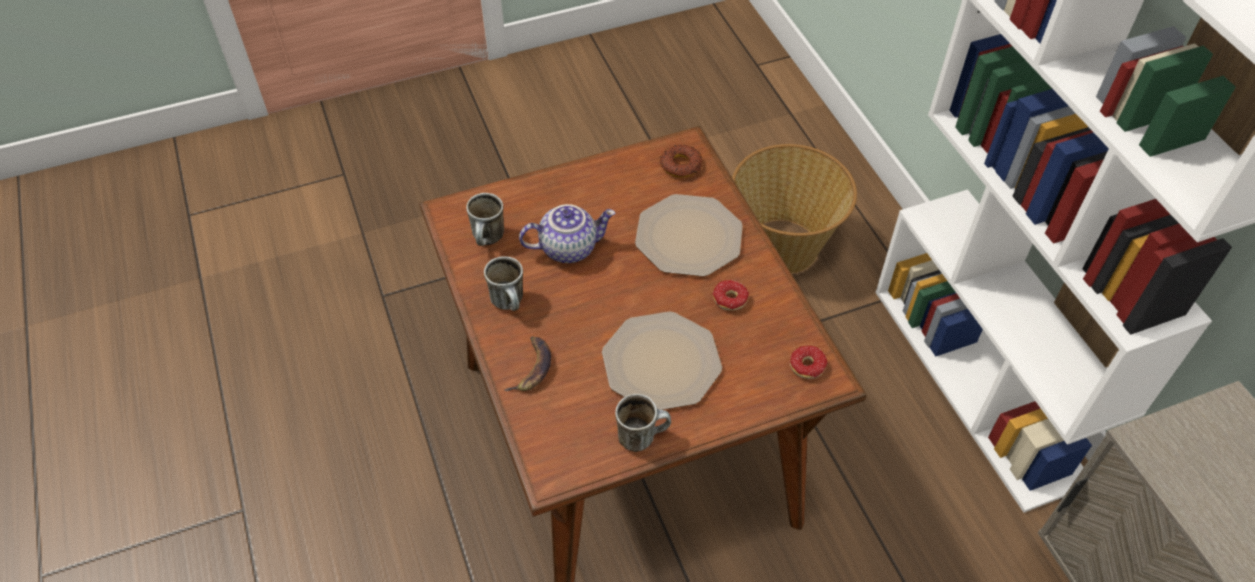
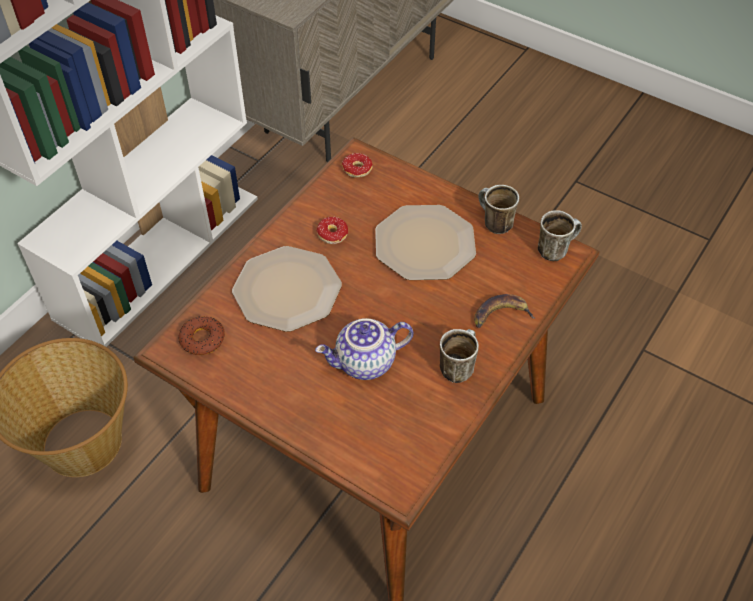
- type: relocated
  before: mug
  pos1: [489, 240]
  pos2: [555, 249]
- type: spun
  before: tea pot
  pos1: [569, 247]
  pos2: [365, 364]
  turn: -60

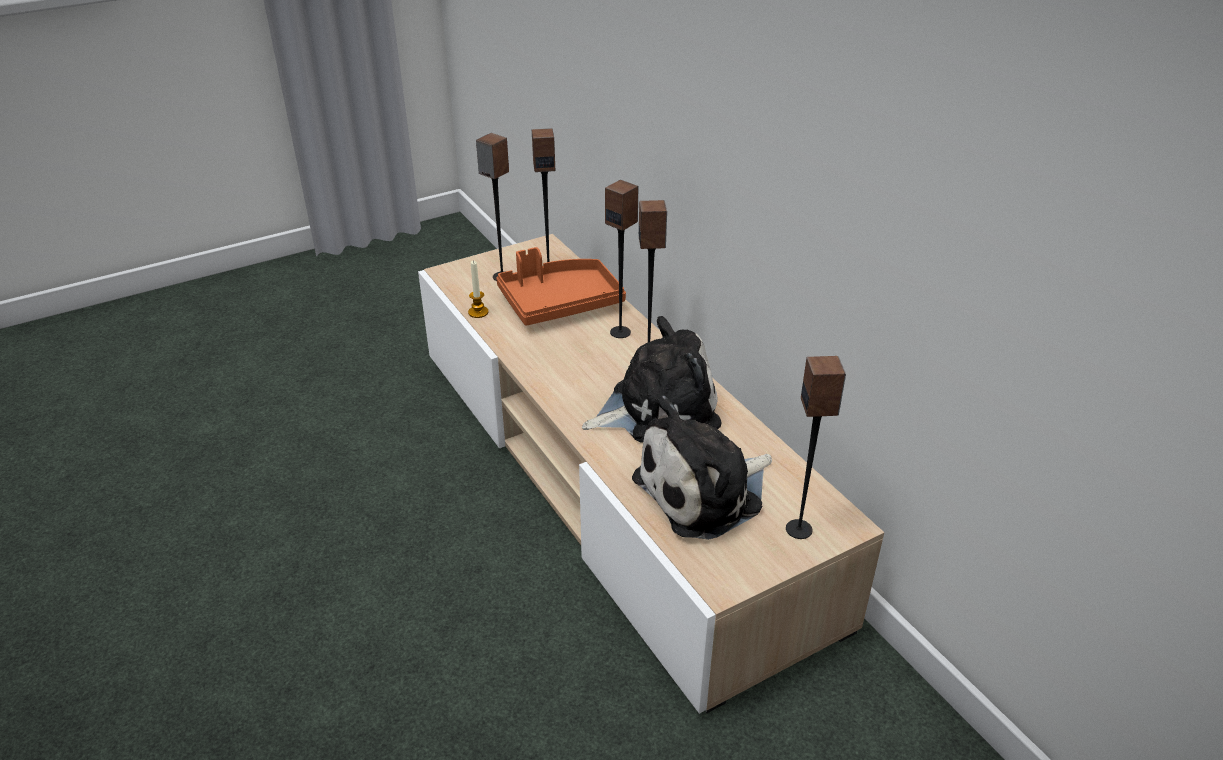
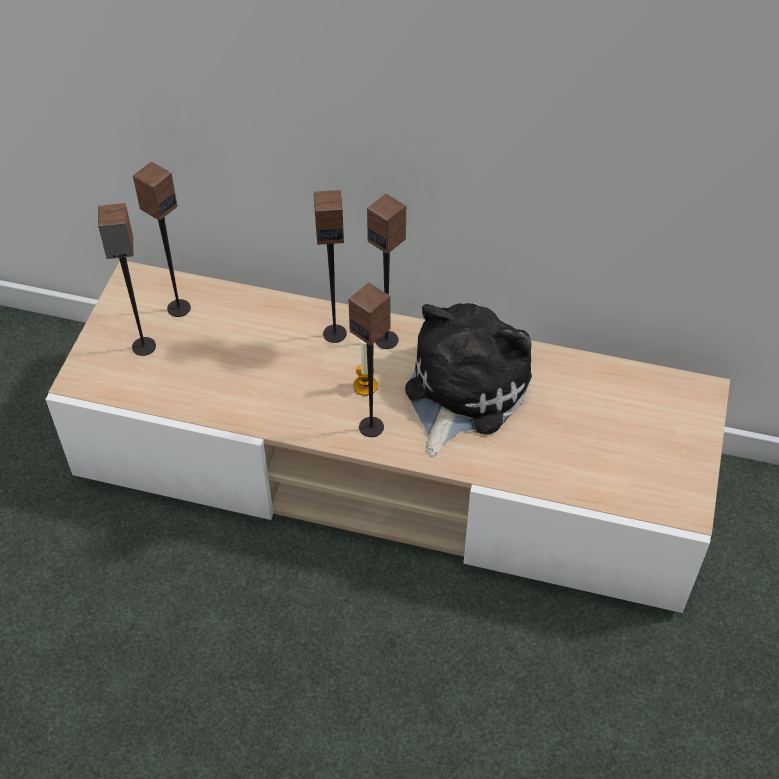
- type: relocated
  before: candle
  pos1: [478, 312]
  pos2: [365, 386]
- type: missing
  before: orange-coloured carrying tray
  pos1: [559, 303]
- type: missing
  before: soft toy
  pos1: [705, 492]
- type: relocated
  before: audio speaker
  pos1: [799, 529]
  pos2: [372, 426]

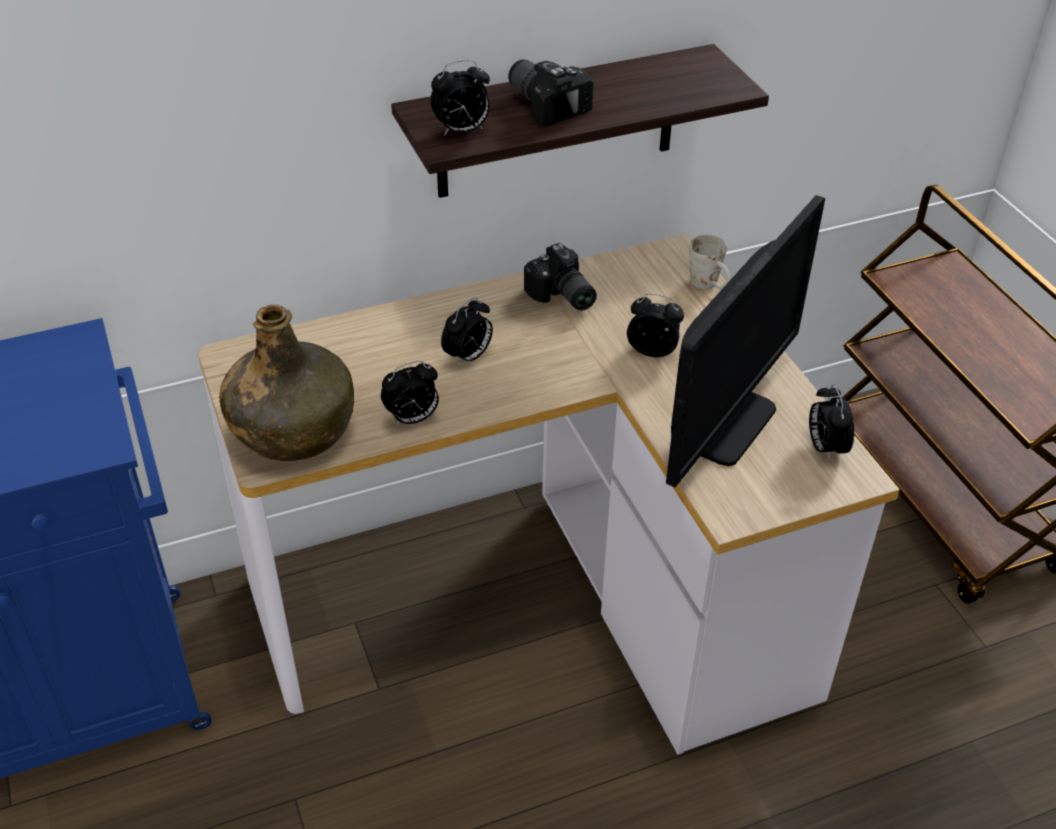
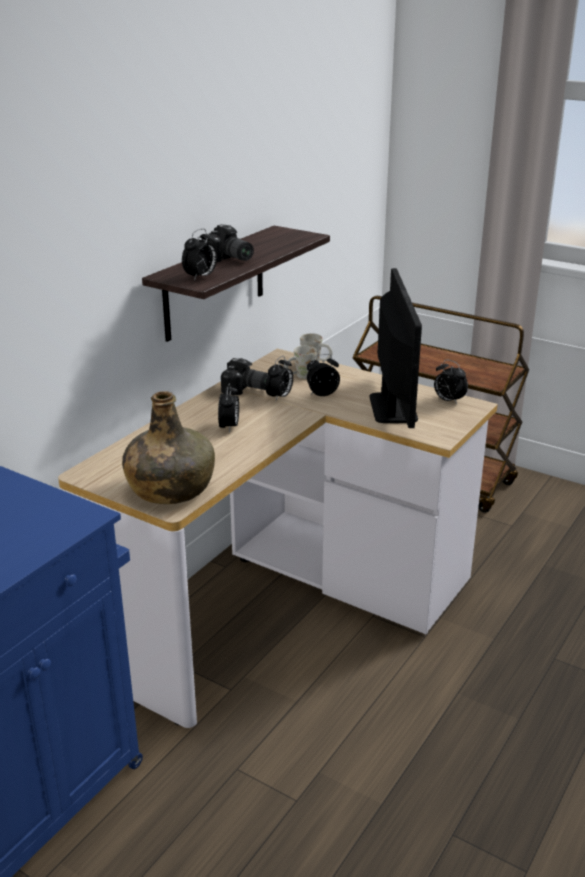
- type: relocated
  before: alarm clock
  pos1: [412, 419]
  pos2: [279, 397]
- type: spun
  before: still camera
  pos1: [548, 103]
  pos2: [228, 259]
  turn: -150
- type: appeared
  after: whitish mug
  pos2: [300, 377]

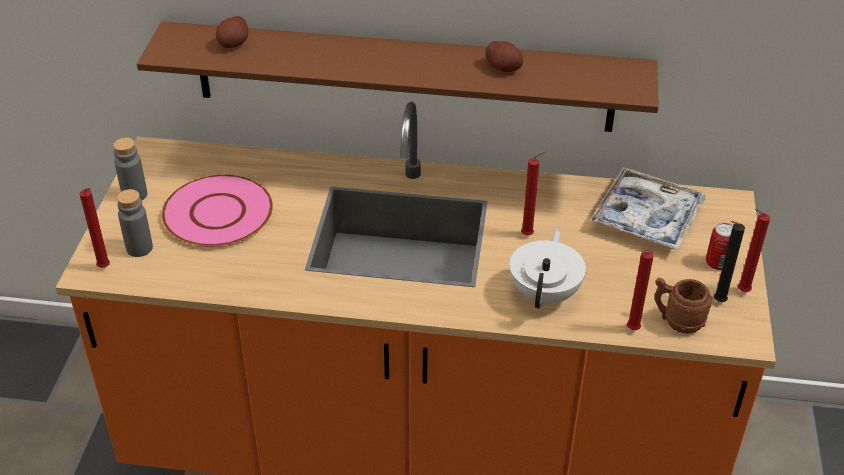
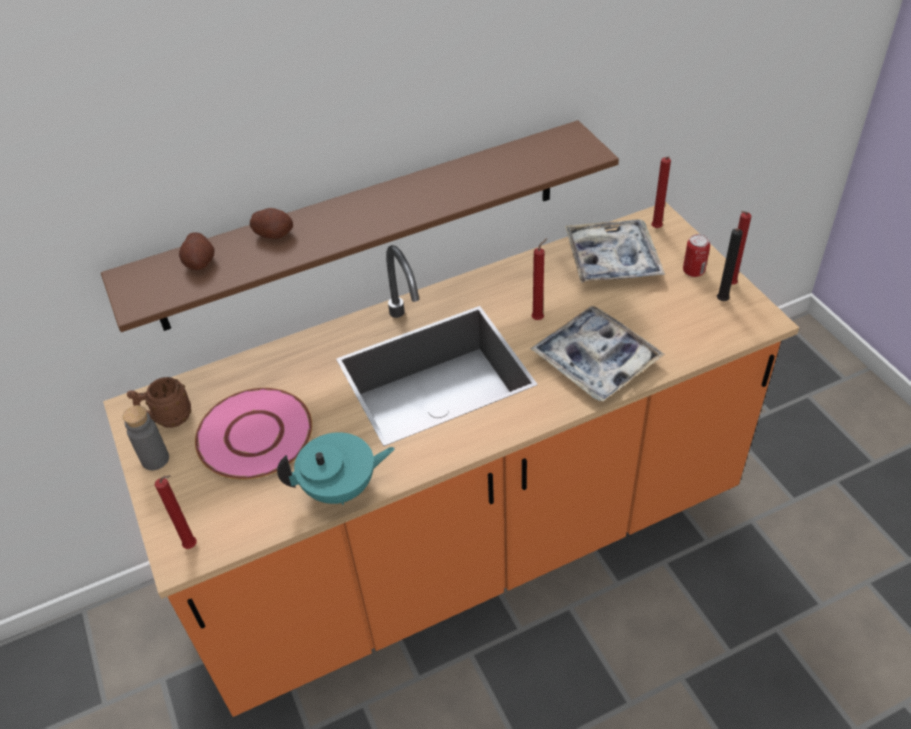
- type: missing
  before: gray drink bottle
  pos1: [139, 248]
- type: relocated
  before: potato
  pos1: [503, 67]
  pos2: [274, 234]
- type: exchanged
  before: whitish tea pot
  after: carrying tray
  pos1: [545, 293]
  pos2: [596, 361]
- type: relocated
  before: red-coloured candle
  pos1: [631, 330]
  pos2: [656, 229]
- type: relocated
  before: brownish mug
  pos1: [676, 321]
  pos2: [167, 418]
- type: appeared
  after: blue-green tea pot
  pos2: [341, 488]

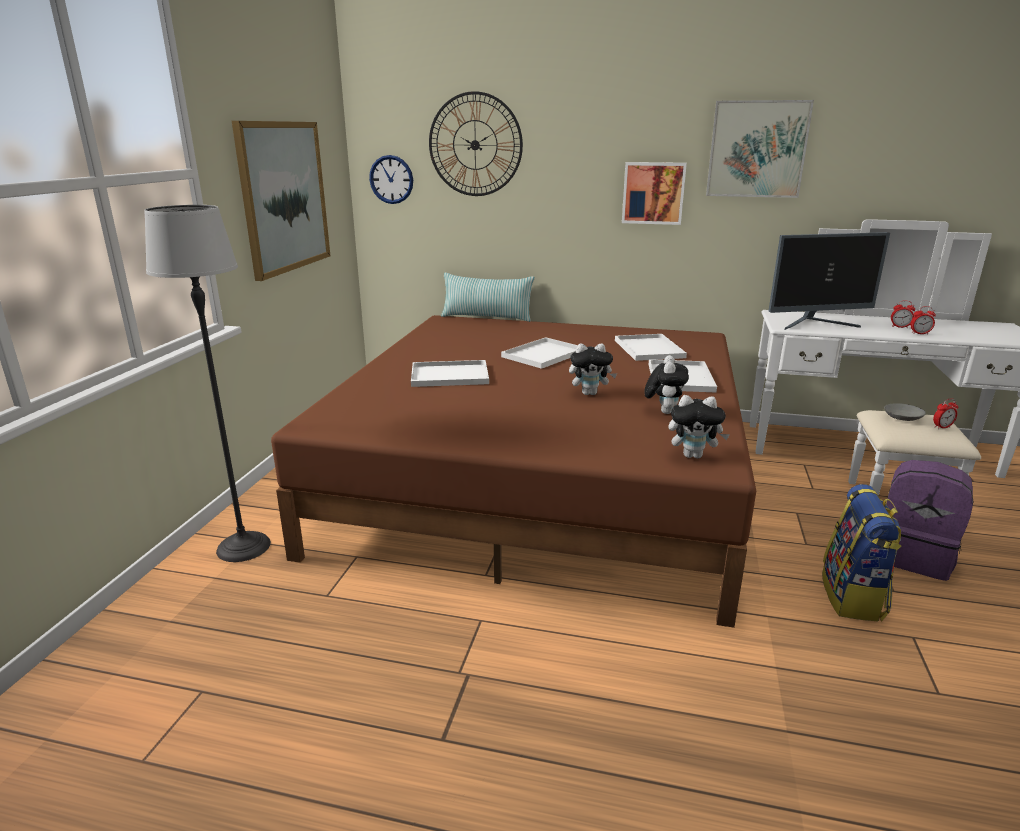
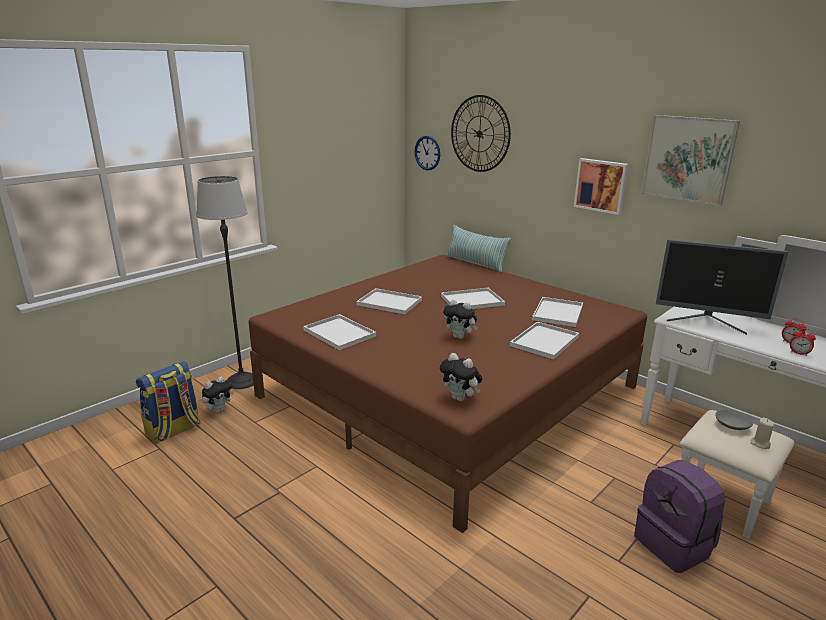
- type: missing
  before: picture
  pos1: [284, 197]
- type: relocated
  before: soft toy
  pos1: [663, 411]
  pos2: [219, 410]
- type: relocated
  before: backpack
  pos1: [853, 597]
  pos2: [173, 431]
- type: exchanged
  before: alarm clock
  after: beige candle
  pos1: [942, 427]
  pos2: [760, 444]
- type: appeared
  after: whitish carrying tray
  pos2: [340, 333]

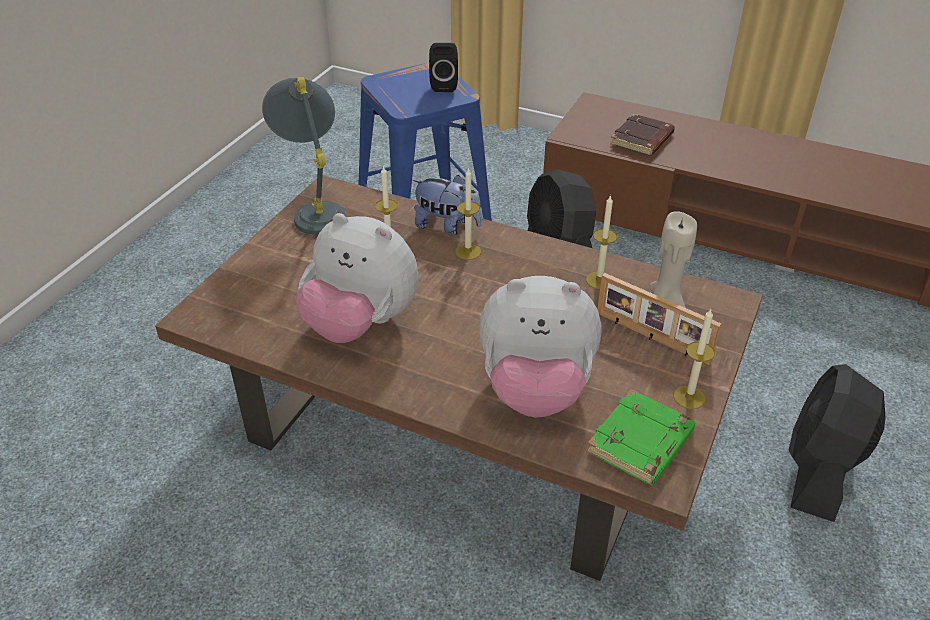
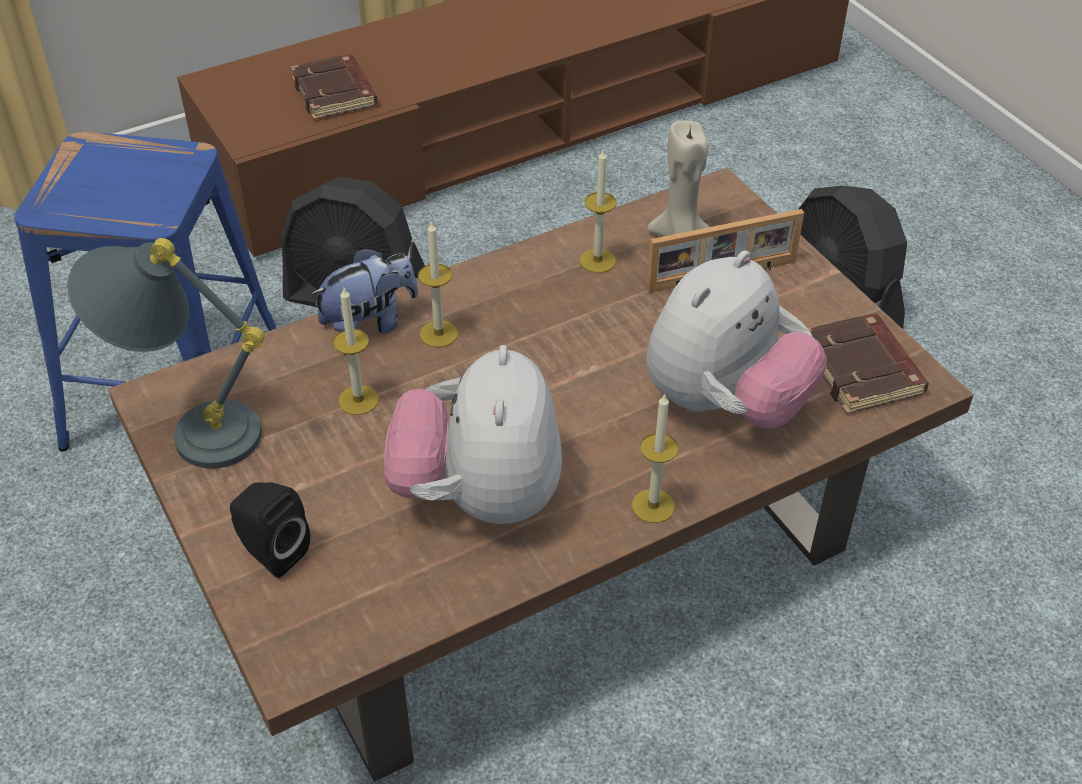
- type: spun
  before: soft toy
  pos1: [360, 324]
  pos2: [479, 496]
  turn: 120
- type: relocated
  before: blackish audio speaker
  pos1: [444, 85]
  pos2: [271, 552]
- type: colour
  before: green-coloured book
  after: brownish book
  pos1: [641, 444]
  pos2: [862, 370]
- type: relocated
  before: candle
  pos1: [689, 397]
  pos2: [653, 506]

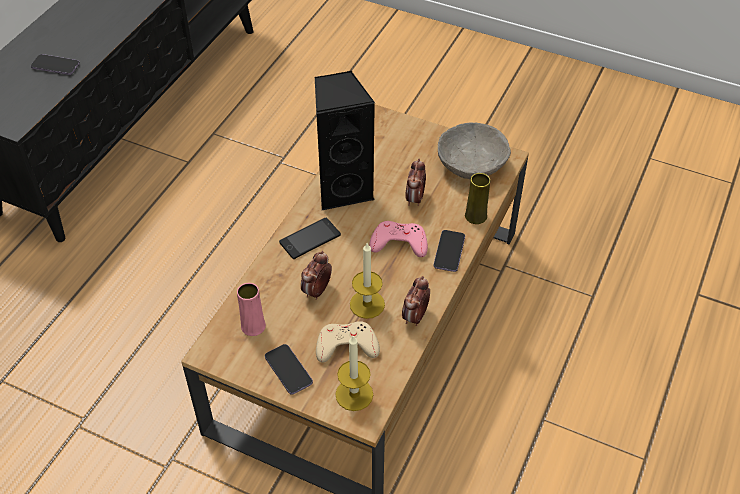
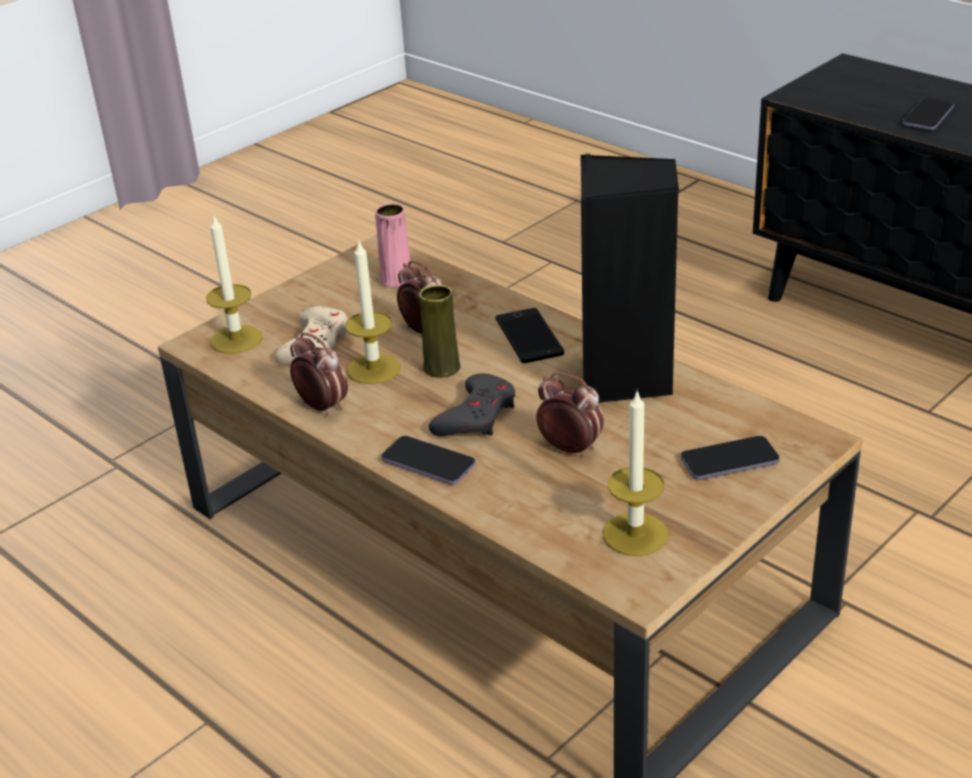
- type: relocated
  before: telephone
  pos1: [288, 370]
  pos2: [729, 461]
- type: colour
  before: pink-coloured joypad
  after: gray joypad
  pos1: [399, 243]
  pos2: [476, 415]
- type: exchanged
  before: gray serving bowl
  after: candle
  pos1: [471, 164]
  pos2: [635, 534]
- type: relocated
  before: yellowish flower vase
  pos1: [476, 216]
  pos2: [441, 368]

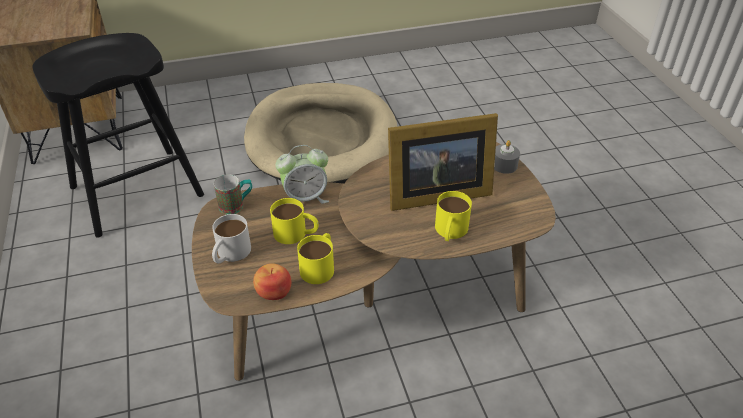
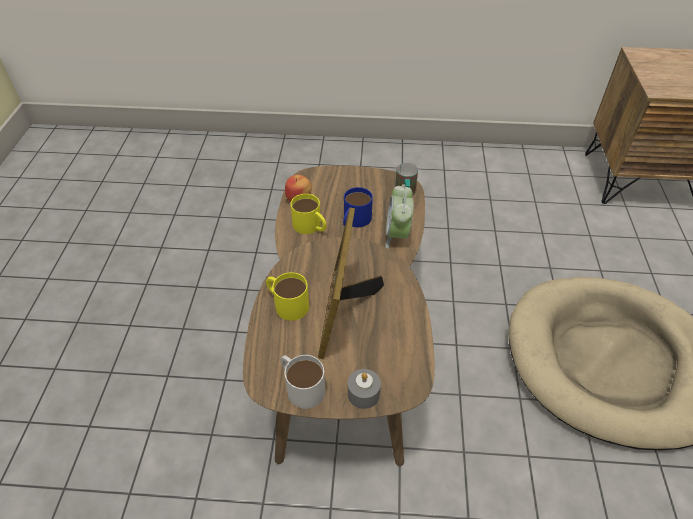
- type: missing
  before: blackish stool
  pos1: [136, 192]
- type: relocated
  before: whitish mug
  pos1: [230, 254]
  pos2: [301, 386]
- type: colour
  before: yellowish mug
  after: blue mug
  pos1: [296, 233]
  pos2: [354, 221]

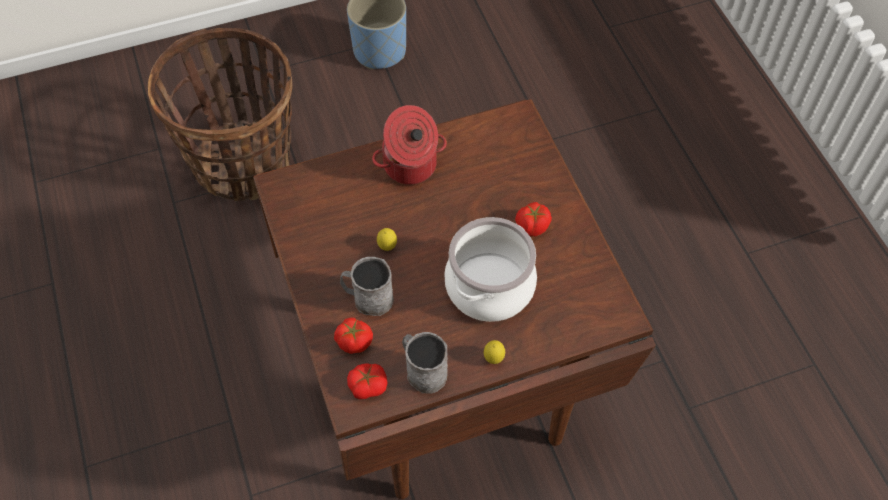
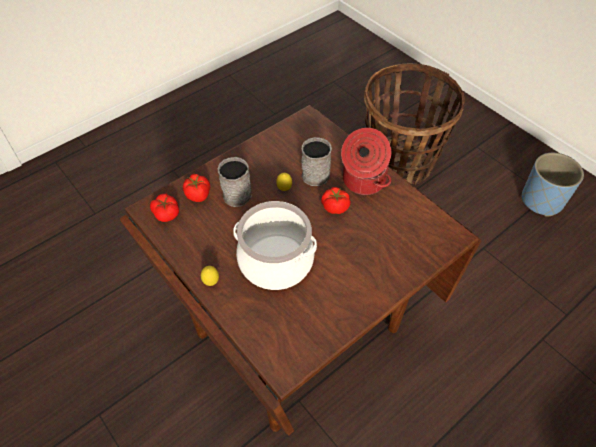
- type: relocated
  before: gray mug
  pos1: [423, 370]
  pos2: [317, 172]
- type: relocated
  before: whole tomato
  pos1: [531, 227]
  pos2: [335, 207]

